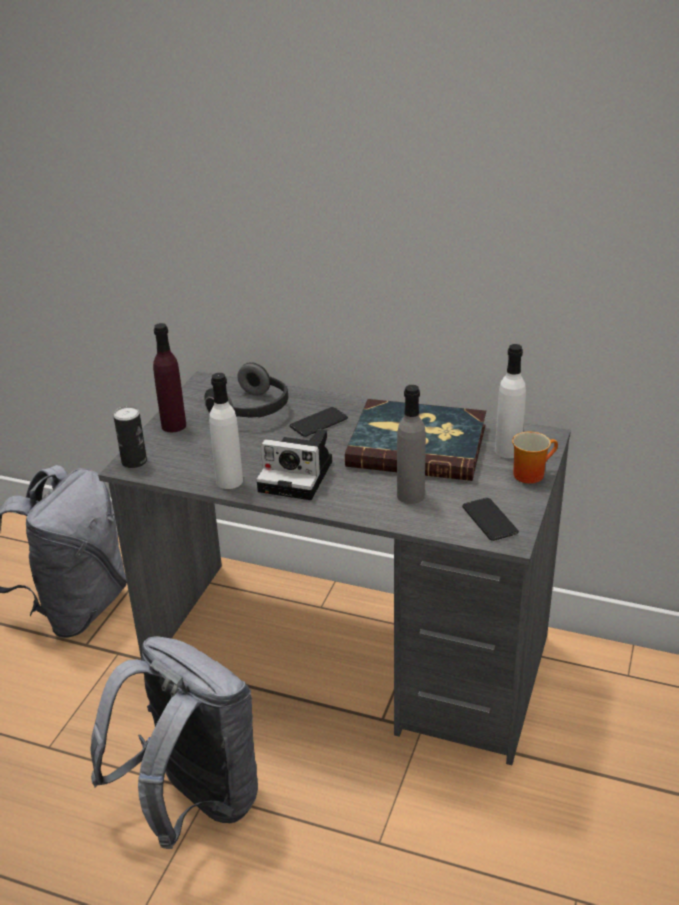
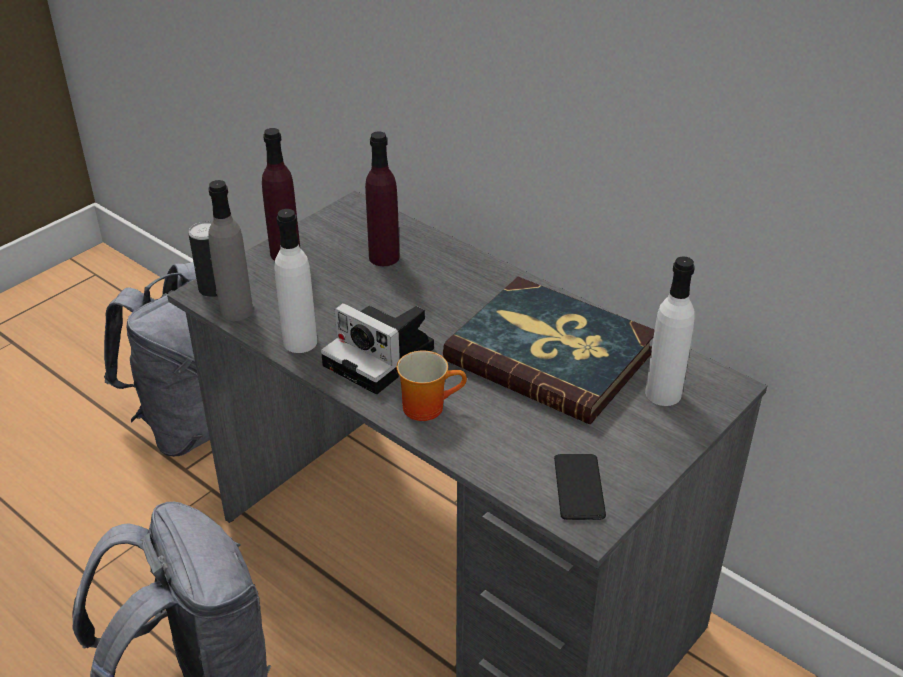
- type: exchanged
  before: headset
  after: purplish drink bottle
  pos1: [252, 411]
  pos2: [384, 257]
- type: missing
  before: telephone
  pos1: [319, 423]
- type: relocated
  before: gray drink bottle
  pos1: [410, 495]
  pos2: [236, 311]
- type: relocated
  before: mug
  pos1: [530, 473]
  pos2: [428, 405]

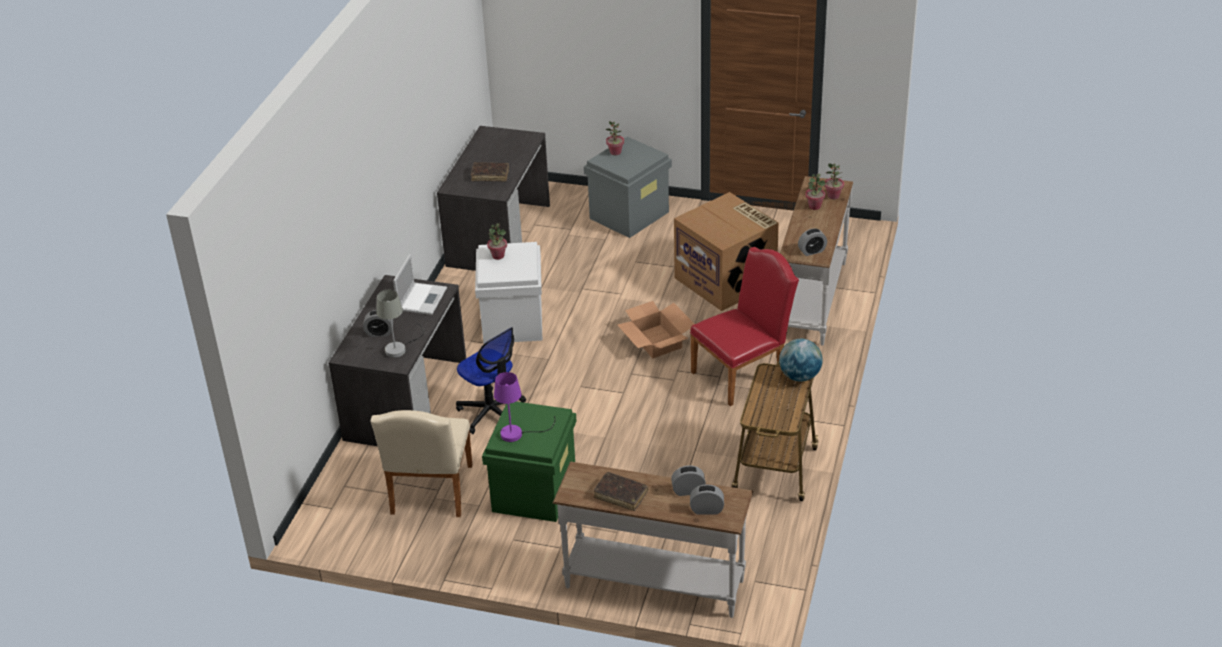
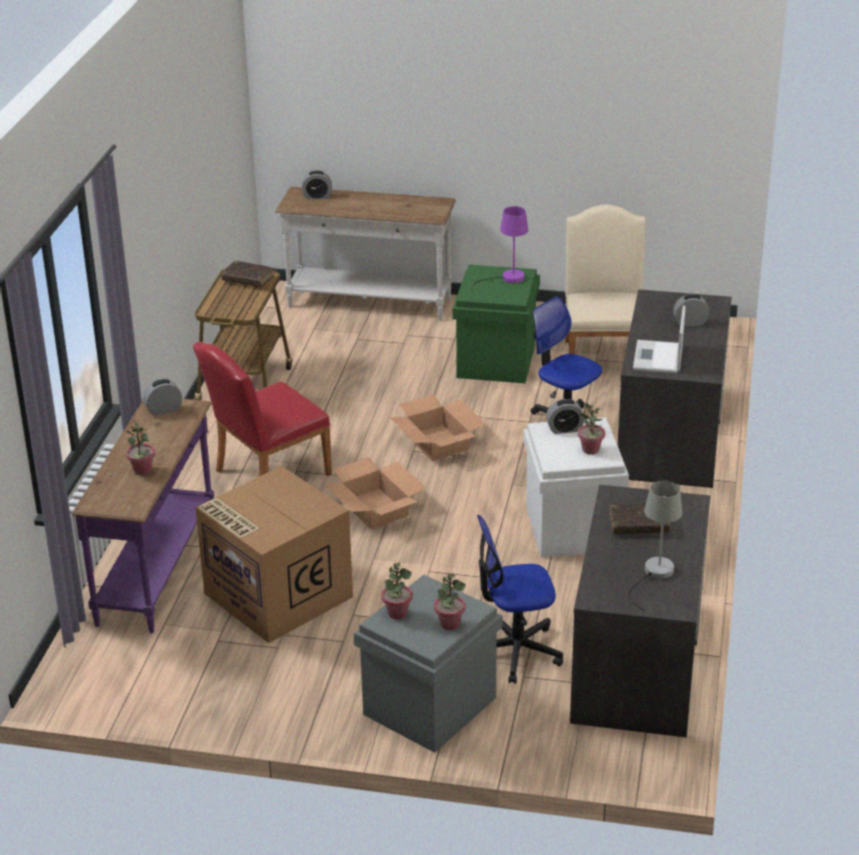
- type: relocated
  before: gray table lamp
  pos1: [400, 347]
  pos2: [654, 575]
- type: relocated
  before: brownish book
  pos1: [621, 495]
  pos2: [248, 279]
- type: relocated
  before: alarm clock
  pos1: [688, 491]
  pos2: [564, 429]
- type: missing
  before: globe
  pos1: [800, 376]
- type: colour
  before: whitish hall table
  after: purplish hall table
  pos1: [812, 300]
  pos2: [158, 569]
- type: relocated
  before: houseplant
  pos1: [833, 196]
  pos2: [397, 613]
- type: appeared
  after: carton
  pos2: [437, 442]
- type: appeared
  after: computer chair
  pos2: [514, 650]

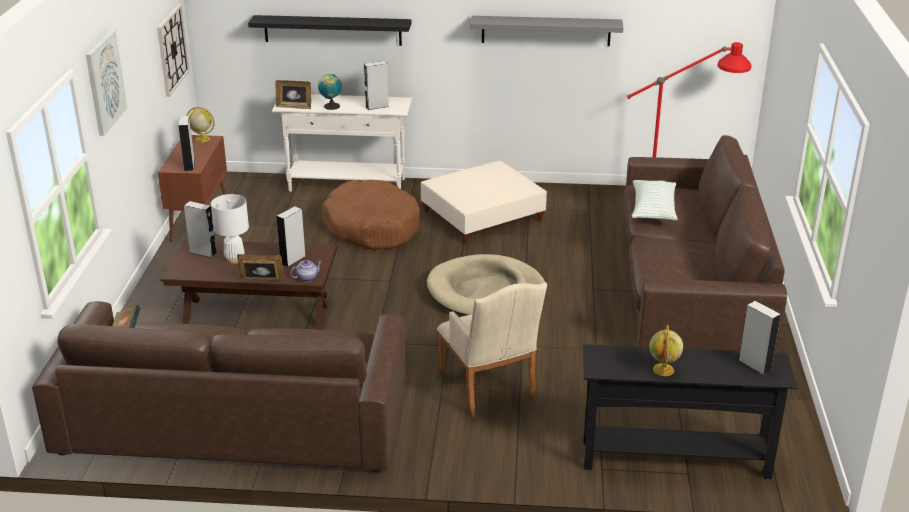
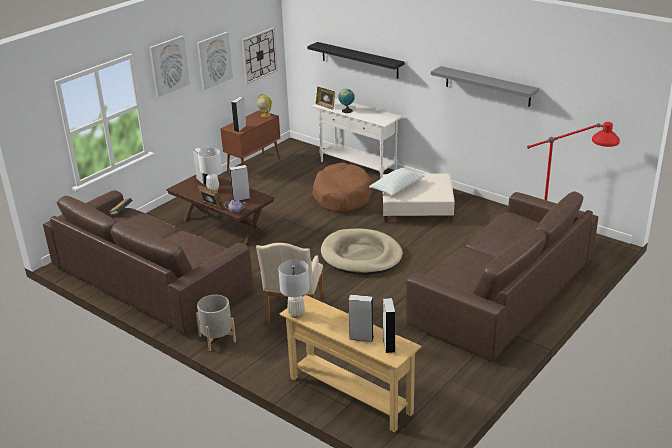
- type: relocated
  before: gray audio speaker
  pos1: [377, 106]
  pos2: [361, 337]
- type: colour
  before: blackish hall table
  after: beige hall table
  pos1: [675, 459]
  pos2: [349, 395]
- type: relocated
  before: cushion
  pos1: [653, 210]
  pos2: [397, 188]
- type: missing
  before: globe
  pos1: [663, 370]
- type: appeared
  after: gray planter
  pos2: [217, 338]
- type: appeared
  after: picture
  pos2: [214, 60]
- type: appeared
  after: whitish table lamp
  pos2: [296, 314]

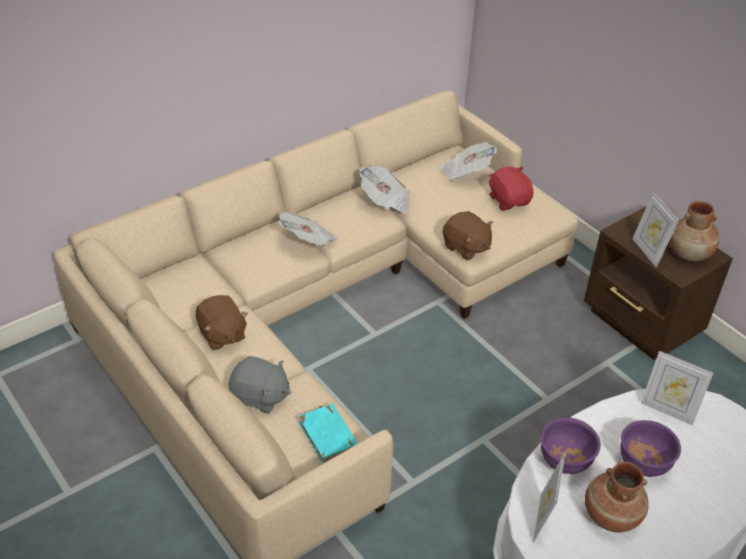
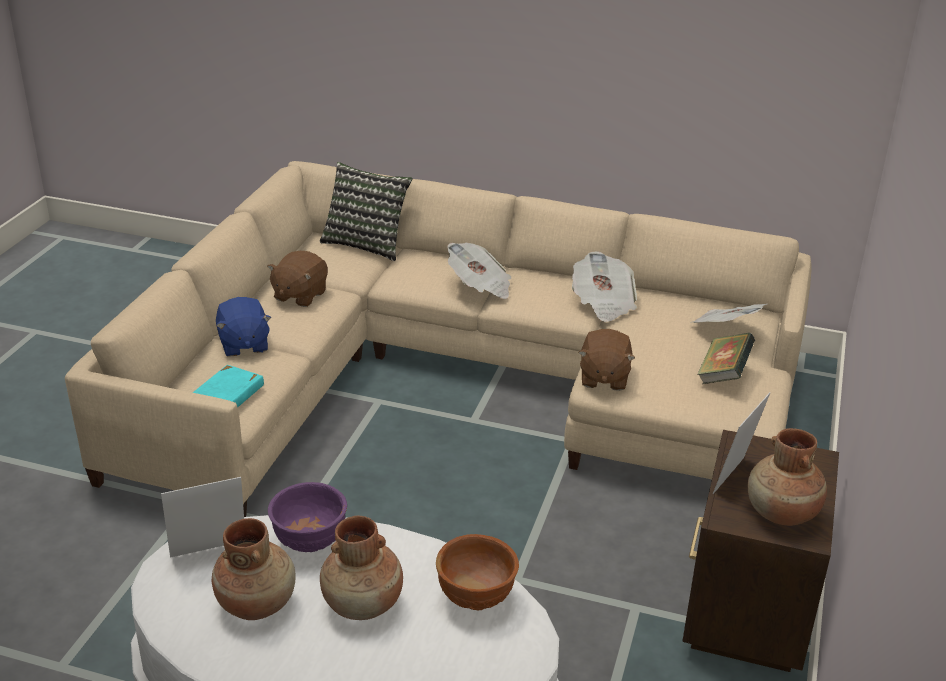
- type: colour
  before: gray soft toy
  after: blue soft toy
  pos1: [260, 397]
  pos2: [243, 345]
- type: exchanged
  before: red-coloured soft toy
  after: book
  pos1: [509, 200]
  pos2: [723, 374]
- type: exchanged
  before: purplish serving bowl
  after: brownish flower vase
  pos1: [644, 464]
  pos2: [363, 604]
- type: exchanged
  before: picture frame
  after: brownish serving bowl
  pos1: [668, 410]
  pos2: [476, 597]
- type: appeared
  after: cushion
  pos2: [367, 243]

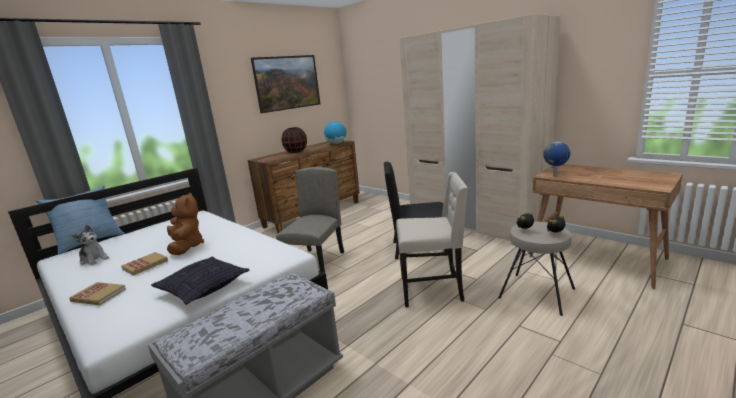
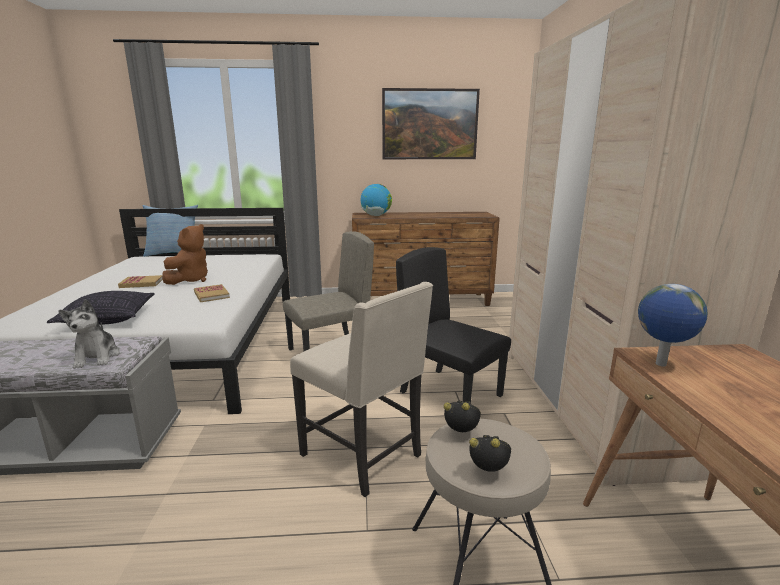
- type: relocated
  before: book
  pos1: [98, 295]
  pos2: [211, 295]
- type: relocated
  before: soft toy
  pos1: [94, 259]
  pos2: [97, 357]
- type: missing
  before: blackish flower vase
  pos1: [296, 151]
- type: relocated
  before: globe
  pos1: [336, 143]
  pos2: [376, 215]

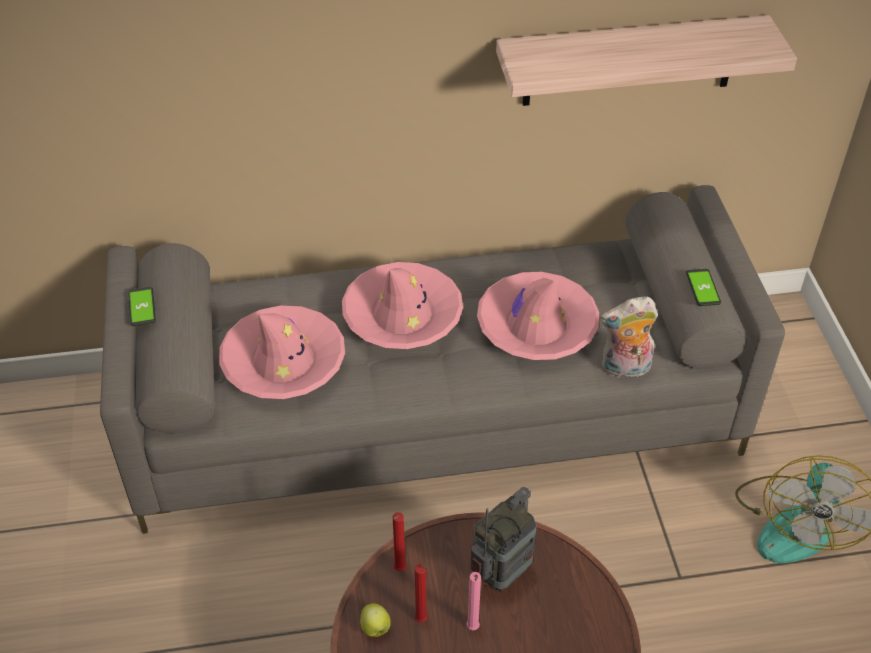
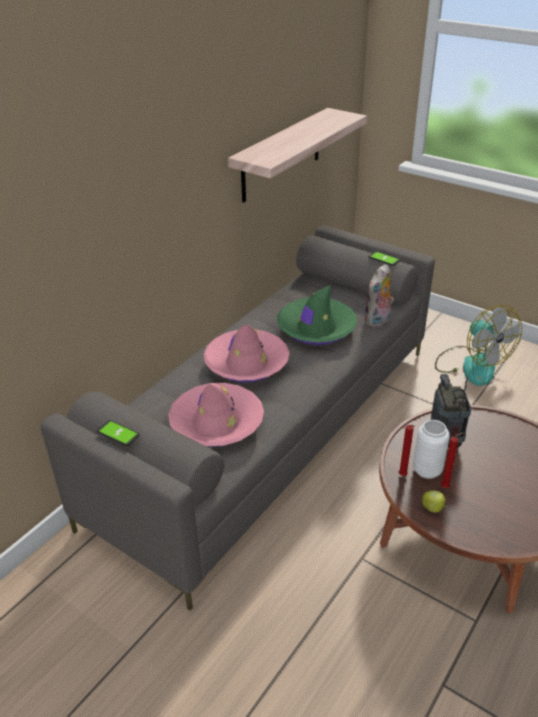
- type: missing
  before: pink-coloured candle
  pos1: [472, 629]
- type: colour
  before: pink-coloured wearable hat
  after: green-coloured wearable hat
  pos1: [536, 326]
  pos2: [316, 328]
- type: appeared
  after: whitish flower vase
  pos2: [427, 470]

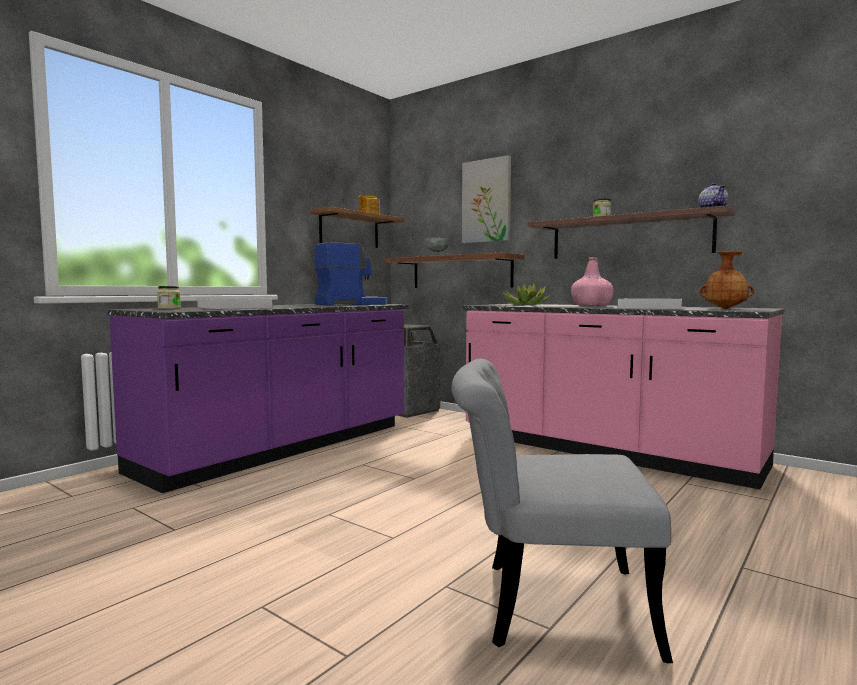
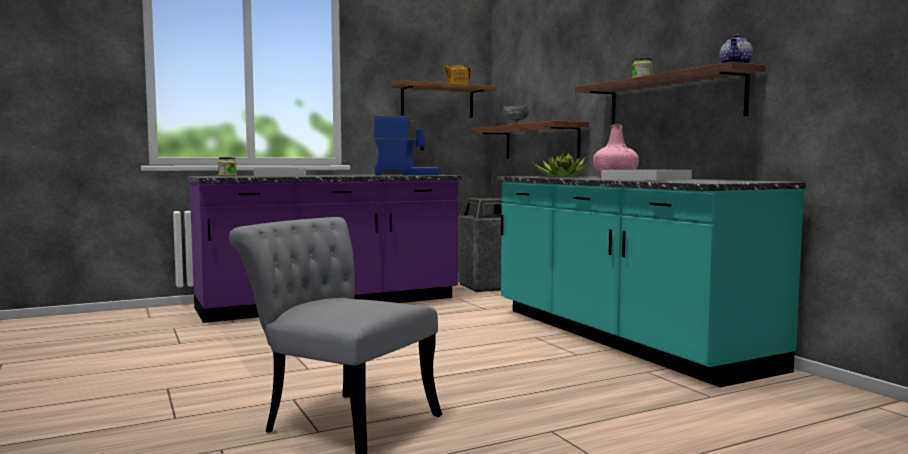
- type: missing
  before: picture
  pos1: [486, 201]
- type: colour
  before: pink-coloured kitchen base unit
  after: blue-green kitchen base unit
  pos1: [605, 450]
  pos2: [620, 337]
- type: missing
  before: brownish flower vase
  pos1: [725, 308]

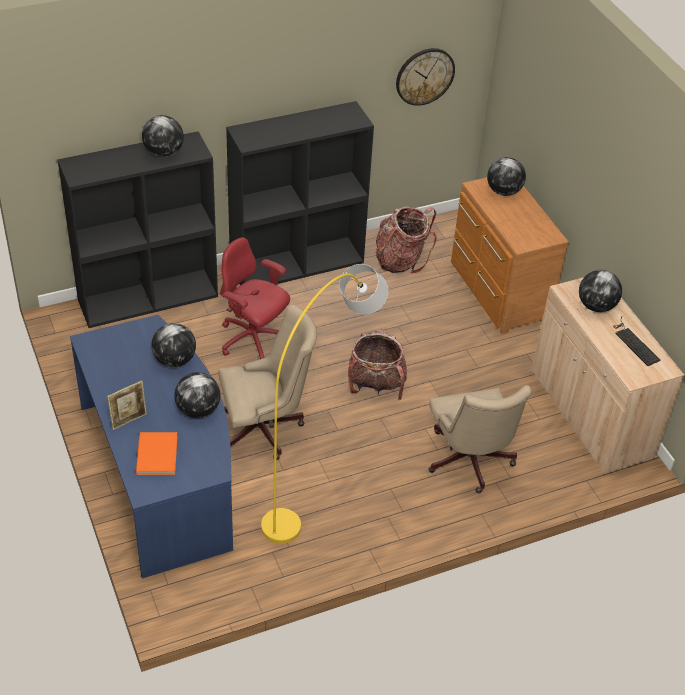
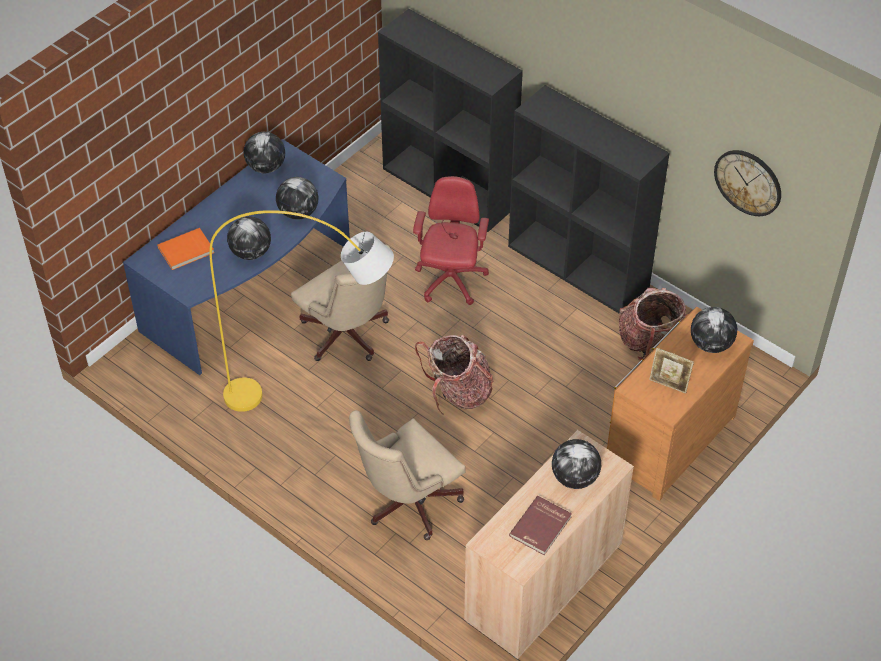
- type: relocated
  before: picture frame
  pos1: [129, 420]
  pos2: [668, 385]
- type: relocated
  before: globe
  pos1: [164, 153]
  pos2: [266, 167]
- type: exchanged
  before: computer keyboard
  after: red-coloured book
  pos1: [634, 342]
  pos2: [541, 527]

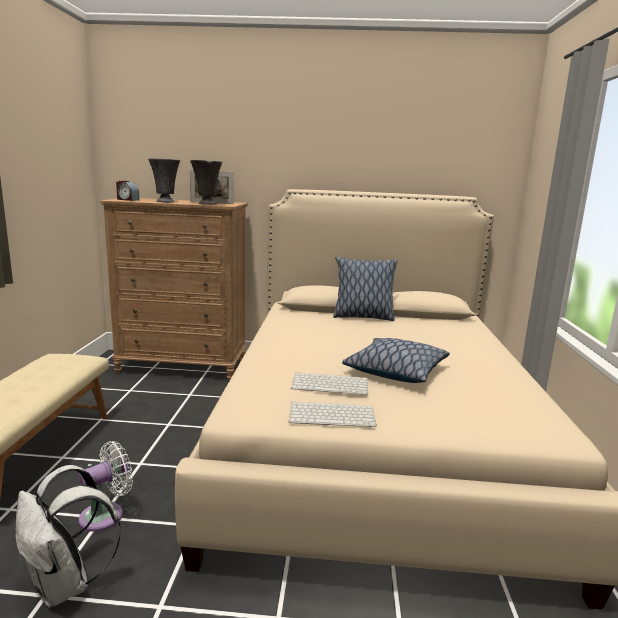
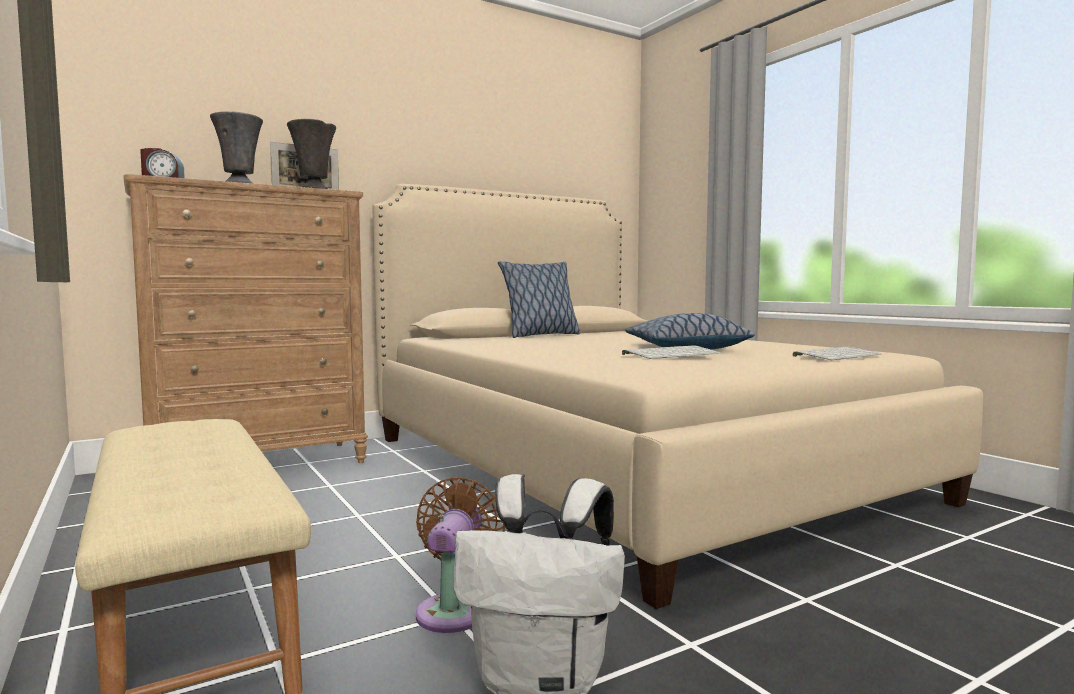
- type: colour
  before: whitish electric fan
  after: brownish electric fan
  pos1: [106, 515]
  pos2: [454, 610]
- type: relocated
  before: computer keyboard
  pos1: [333, 415]
  pos2: [837, 355]

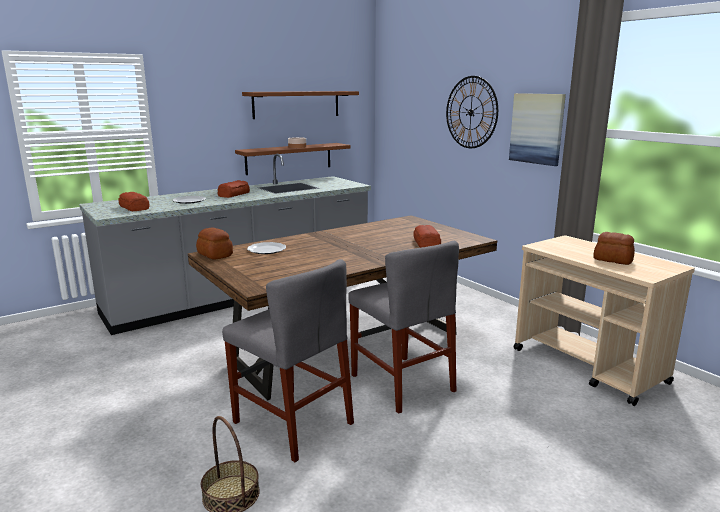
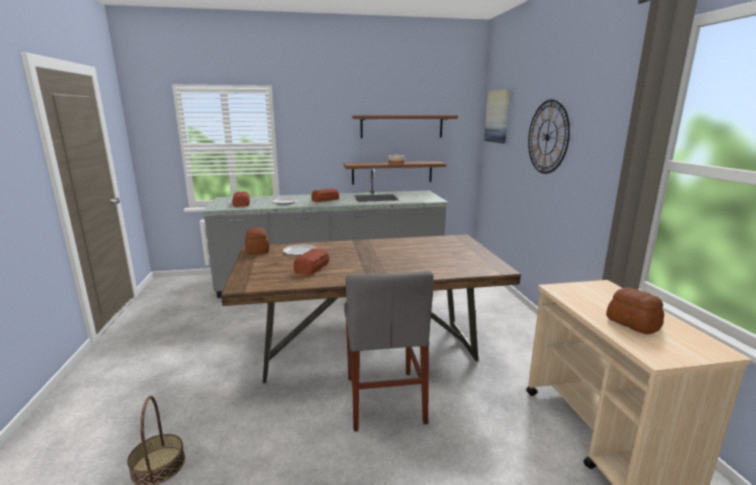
- type: missing
  before: gray chair
  pos1: [292, 422]
- type: relocated
  before: bakery bread
  pos1: [426, 243]
  pos2: [312, 267]
- type: relocated
  before: picture
  pos1: [537, 128]
  pos2: [497, 116]

